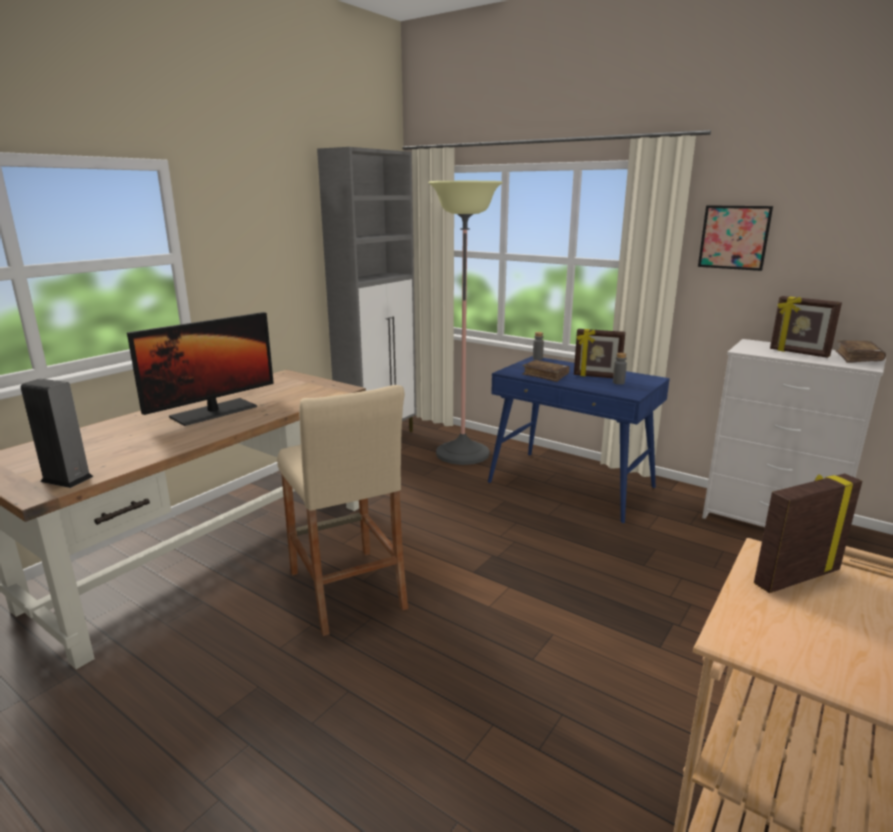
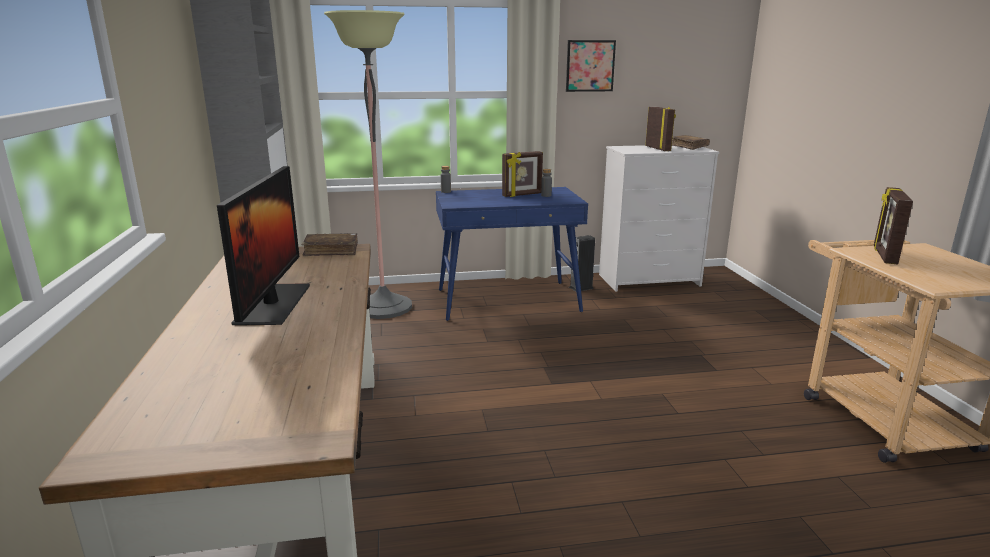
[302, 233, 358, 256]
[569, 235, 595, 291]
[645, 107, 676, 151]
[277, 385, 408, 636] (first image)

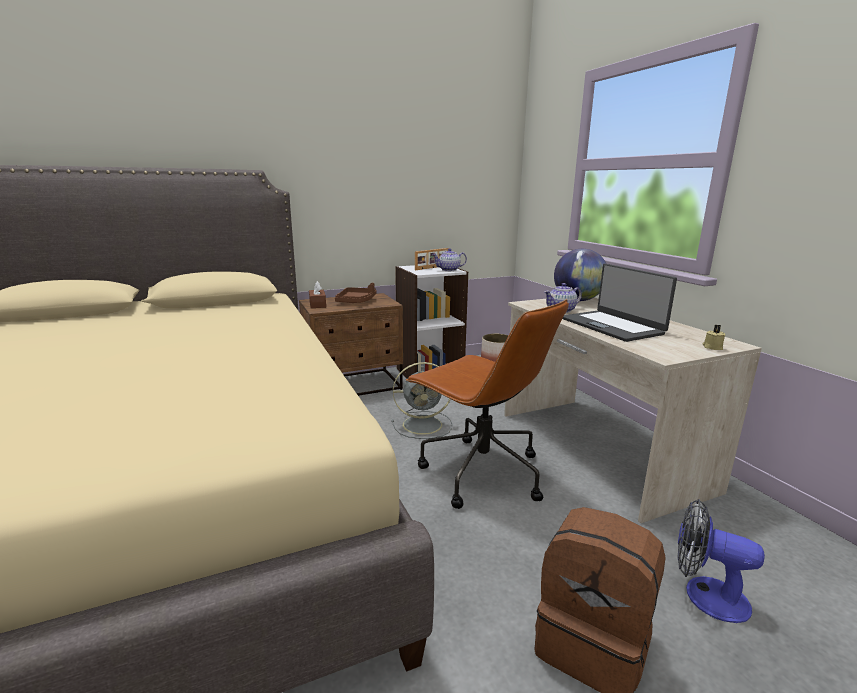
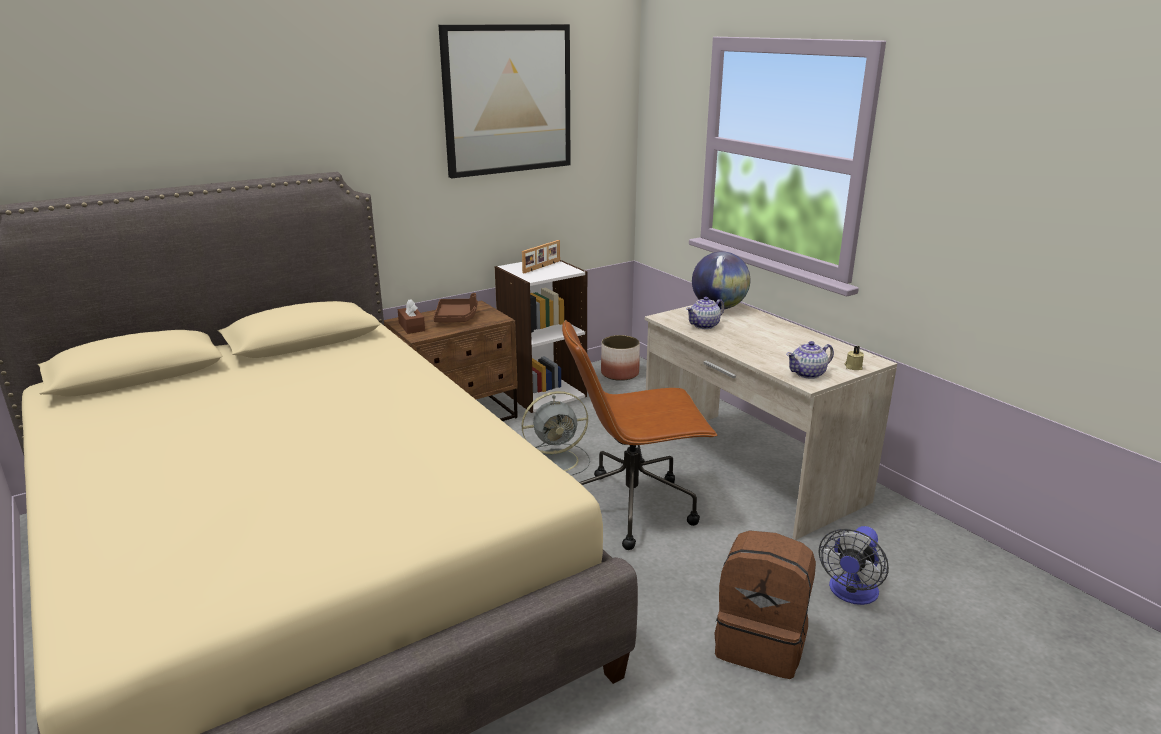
[438, 24, 570, 178]
[562, 320, 718, 550]
[786, 341, 834, 379]
[819, 526, 889, 605]
[562, 264, 677, 342] (first image)

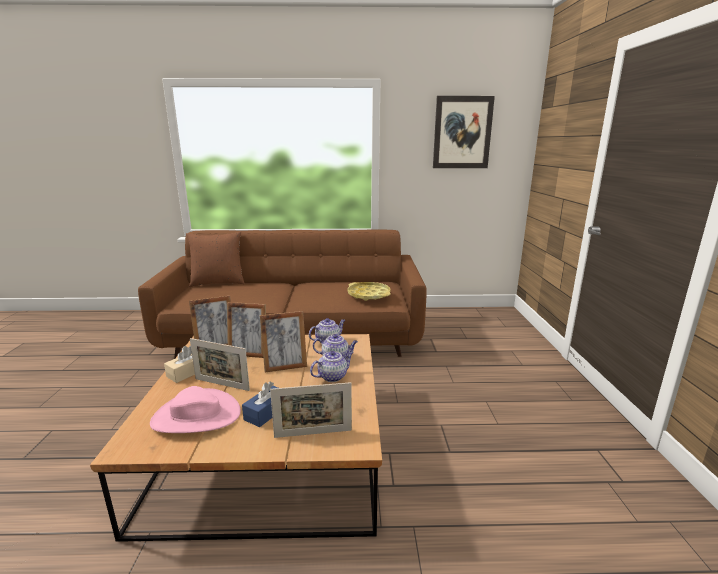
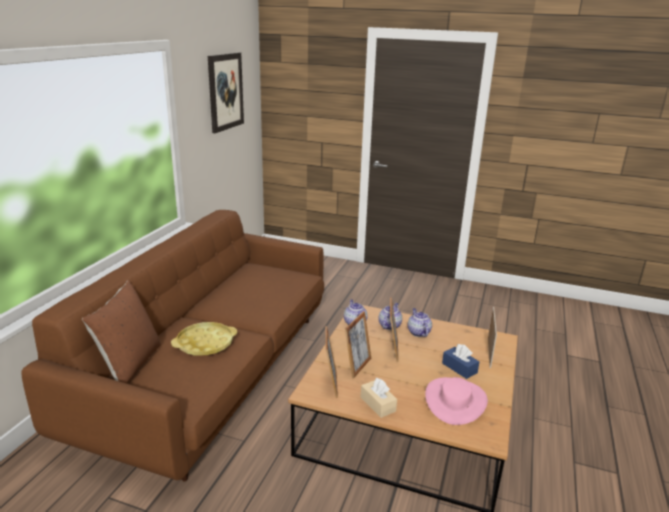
[171, 322, 238, 356]
[190, 338, 250, 391] (first image)

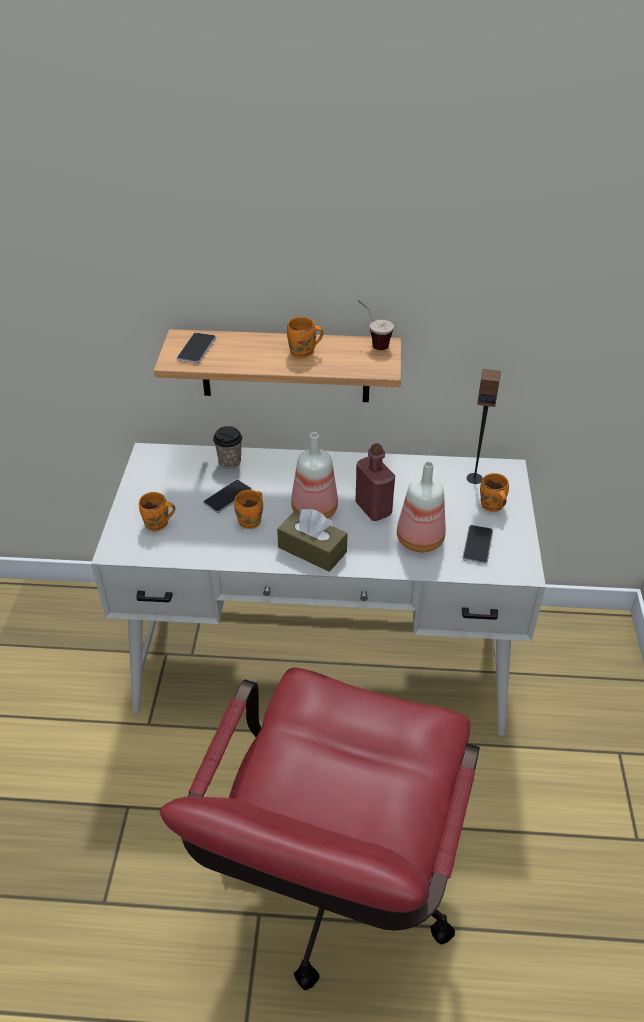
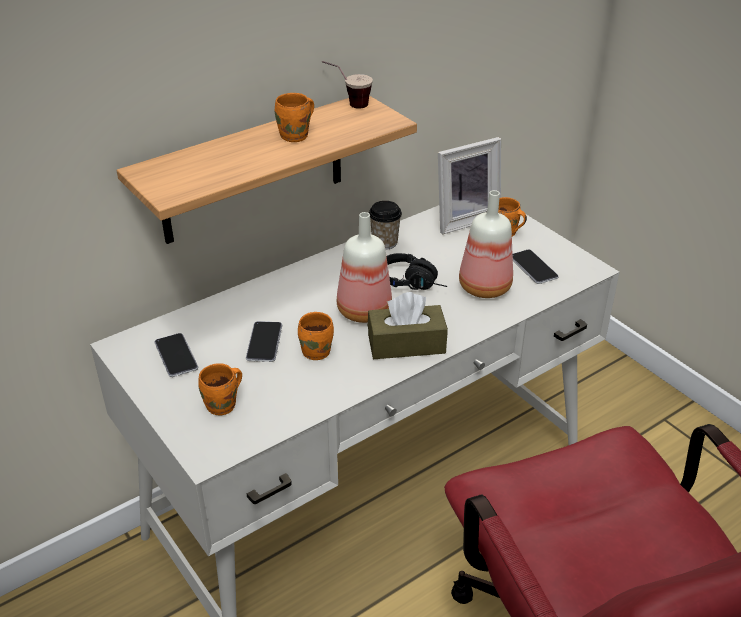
[155, 333, 198, 377]
[369, 201, 402, 250]
[386, 253, 447, 290]
[438, 137, 501, 234]

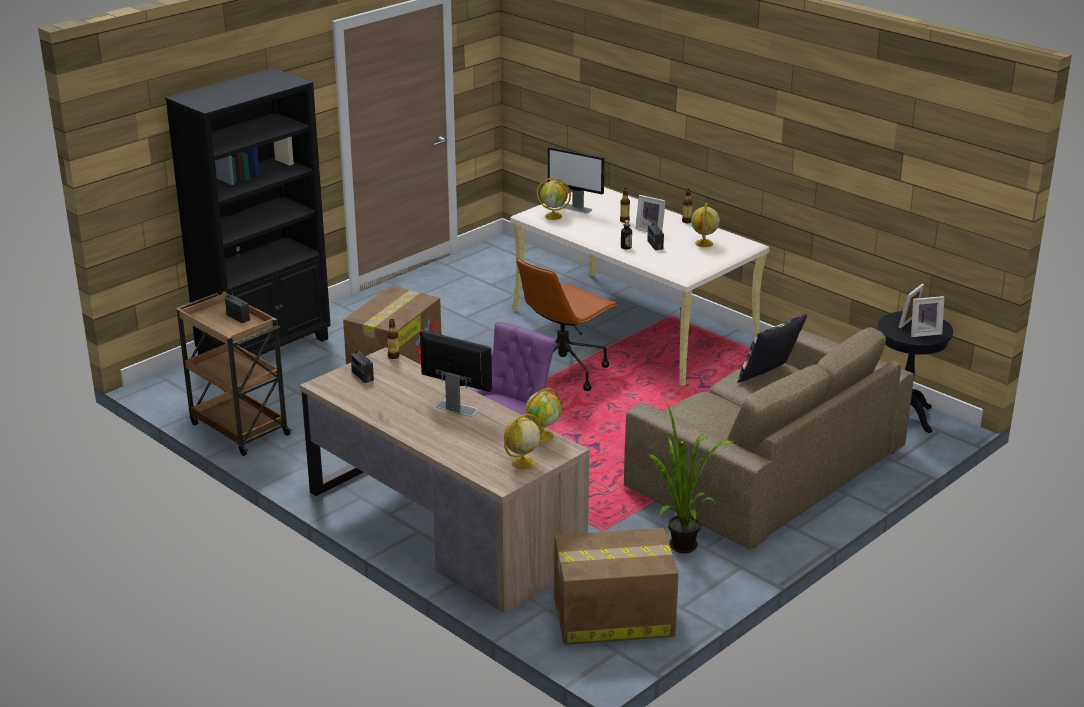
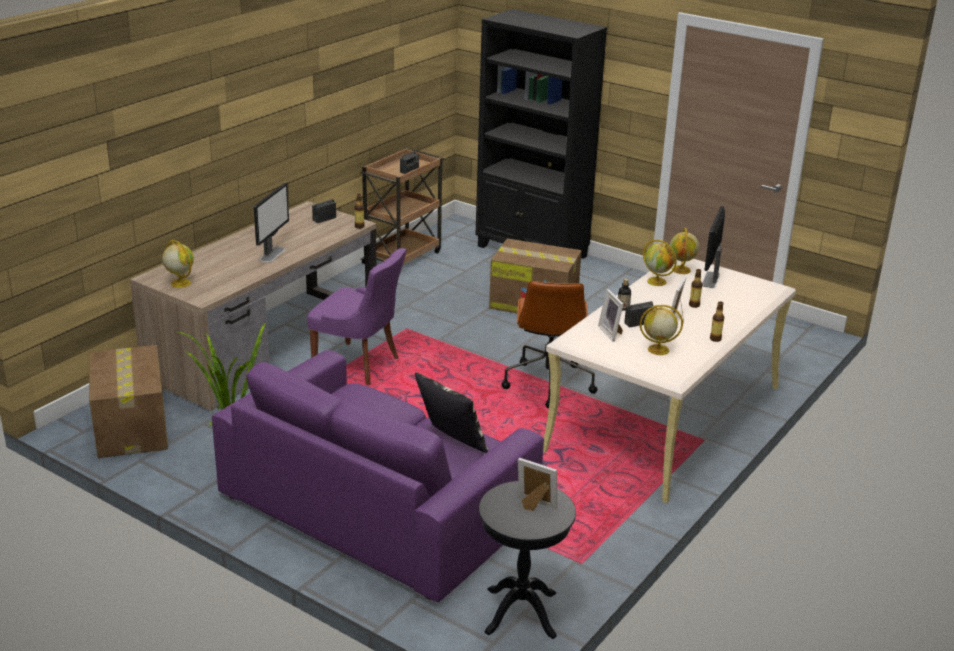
[212, 350, 544, 602]
[502, 281, 598, 409]
[598, 289, 624, 342]
[643, 240, 677, 286]

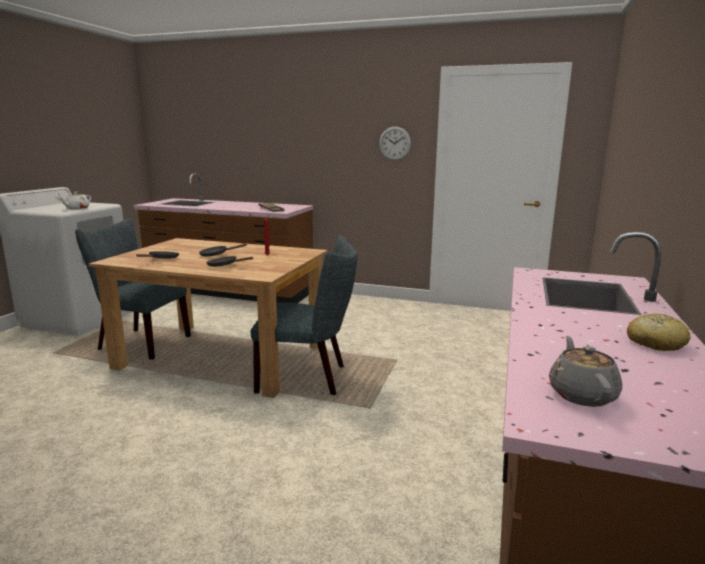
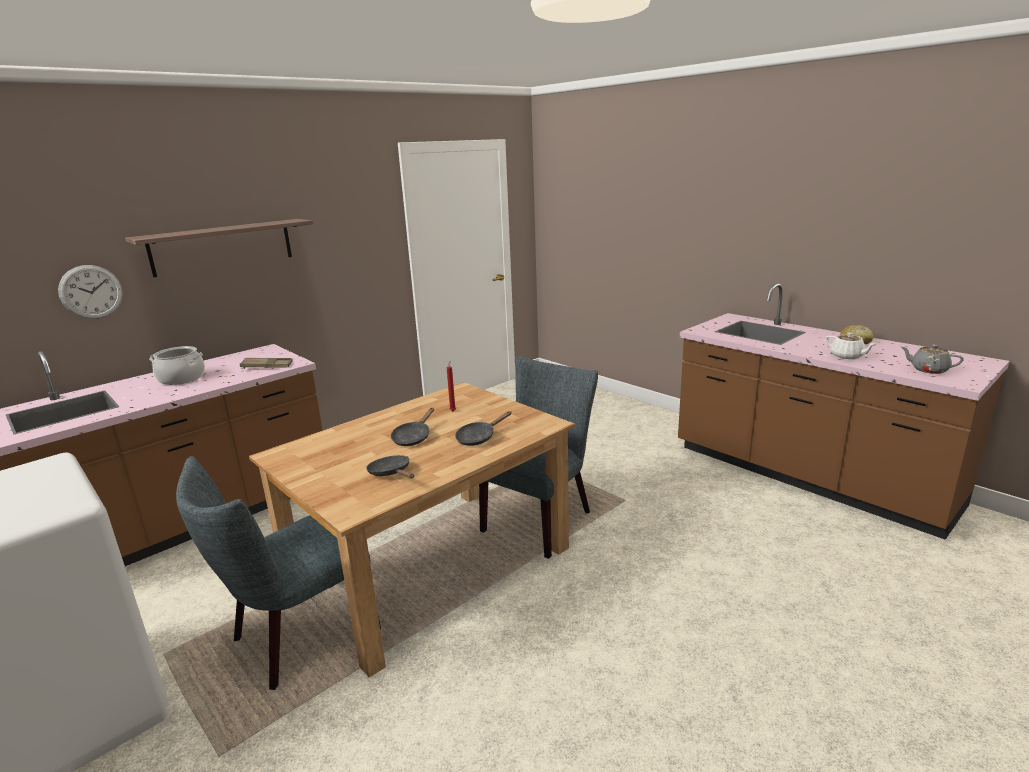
[58, 265, 123, 319]
[125, 219, 313, 277]
[149, 346, 205, 385]
[826, 332, 877, 359]

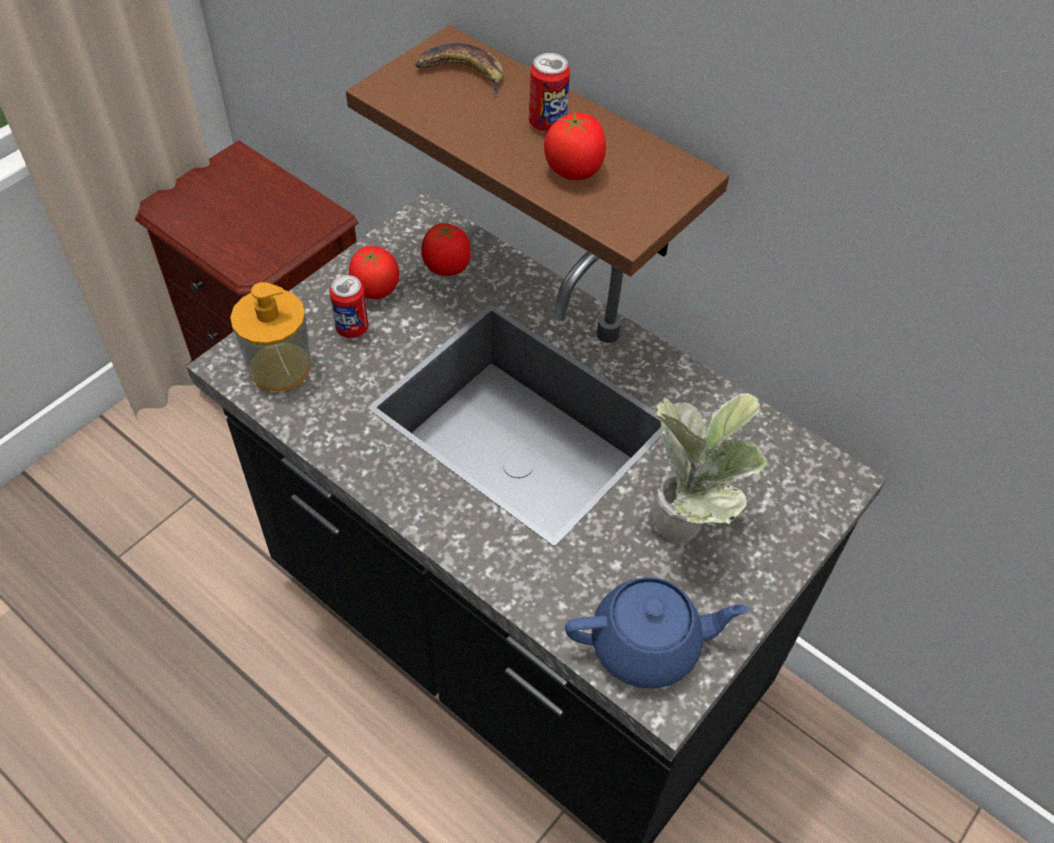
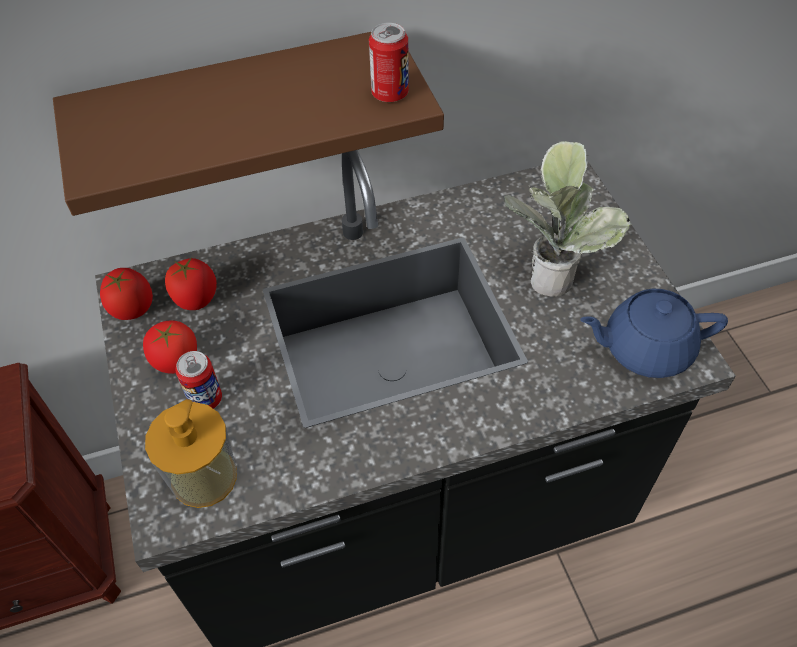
[100, 268, 153, 320]
[369, 23, 409, 102]
[580, 289, 728, 378]
[415, 43, 504, 97] (first image)

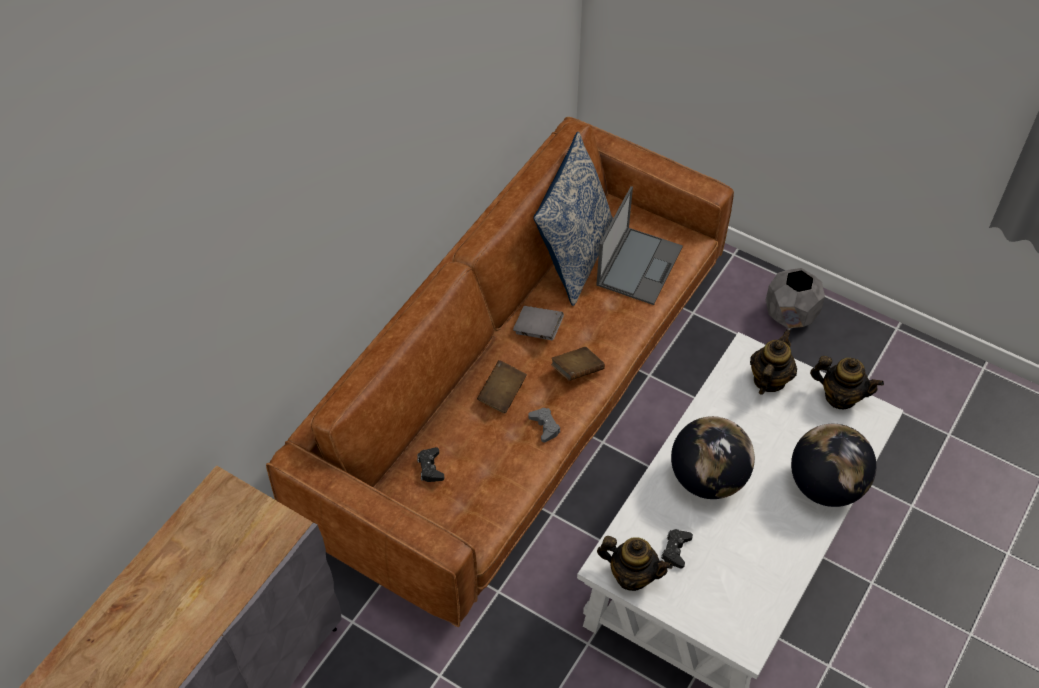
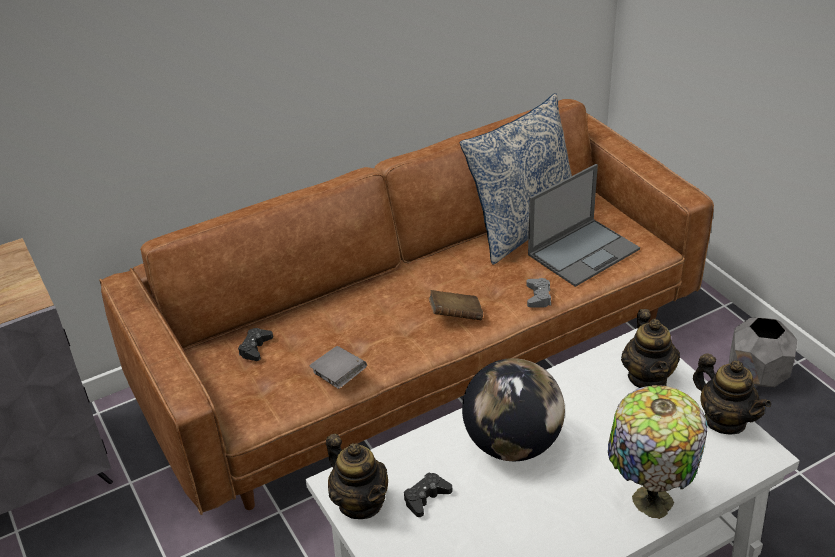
[310, 346, 367, 389]
[526, 278, 551, 308]
[608, 385, 707, 519]
[621, 309, 680, 388]
[477, 360, 527, 414] (first image)

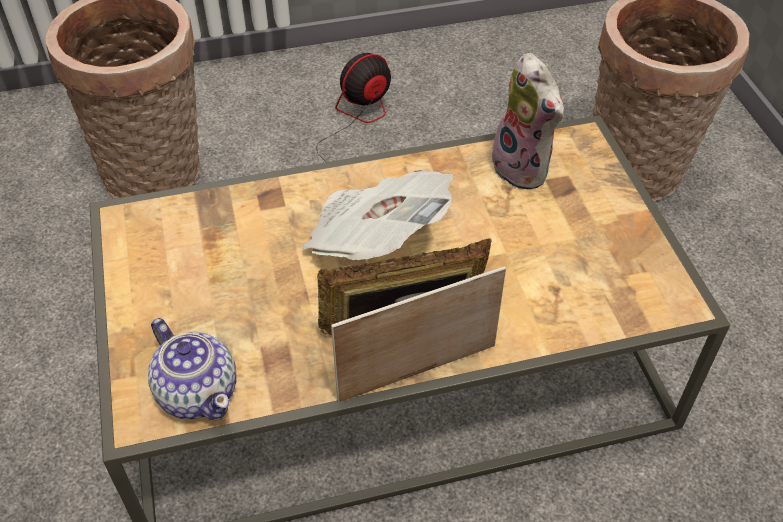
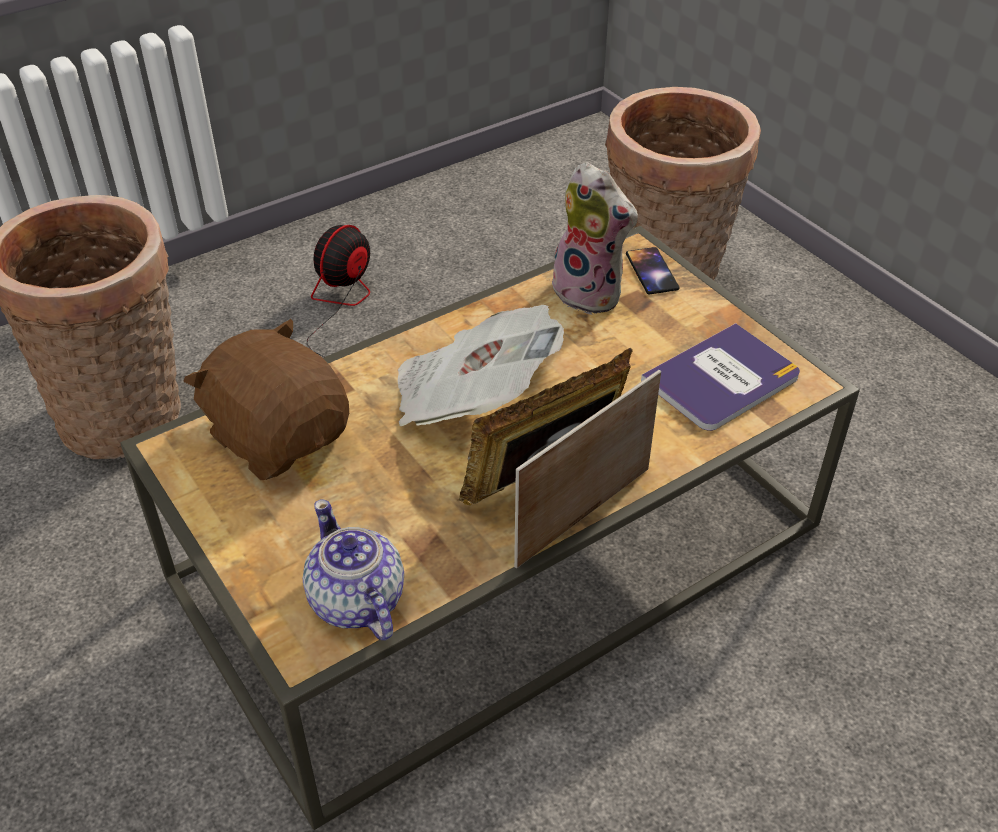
[183, 319, 349, 480]
[303, 499, 404, 641]
[626, 247, 679, 294]
[641, 323, 800, 431]

